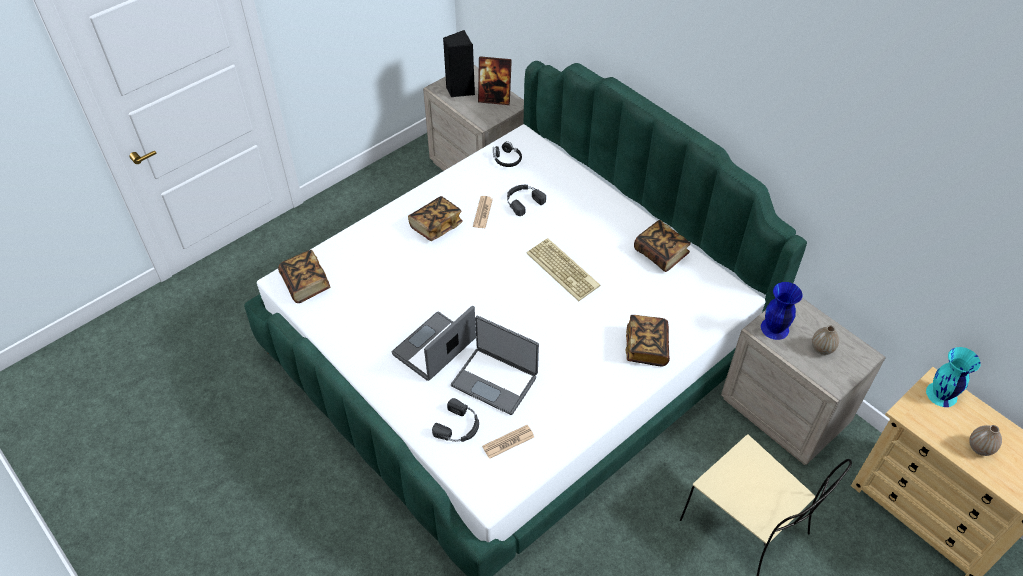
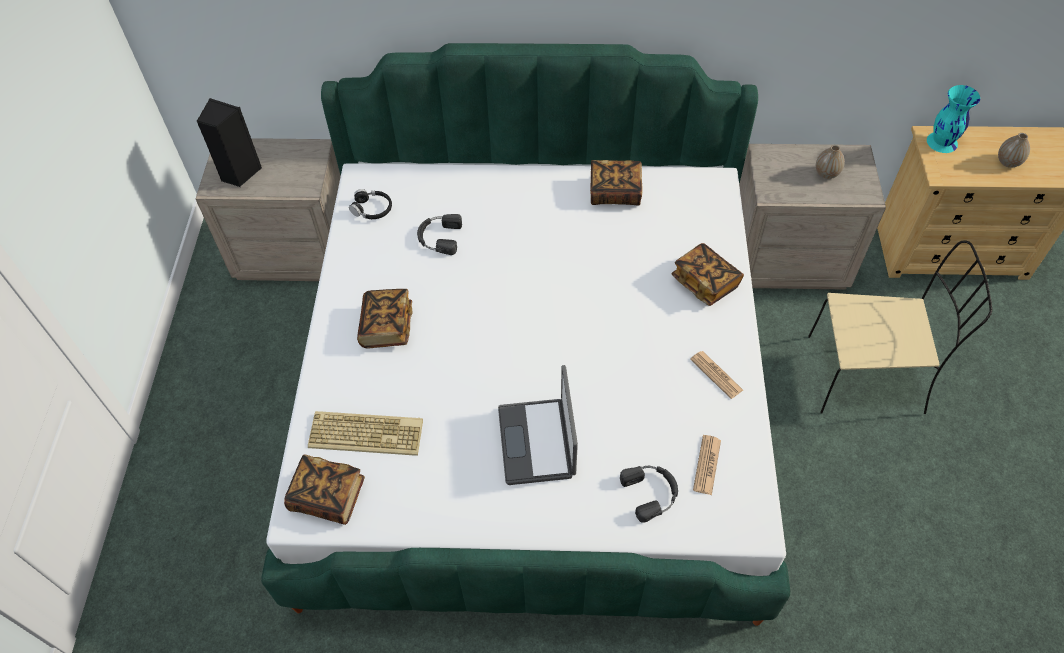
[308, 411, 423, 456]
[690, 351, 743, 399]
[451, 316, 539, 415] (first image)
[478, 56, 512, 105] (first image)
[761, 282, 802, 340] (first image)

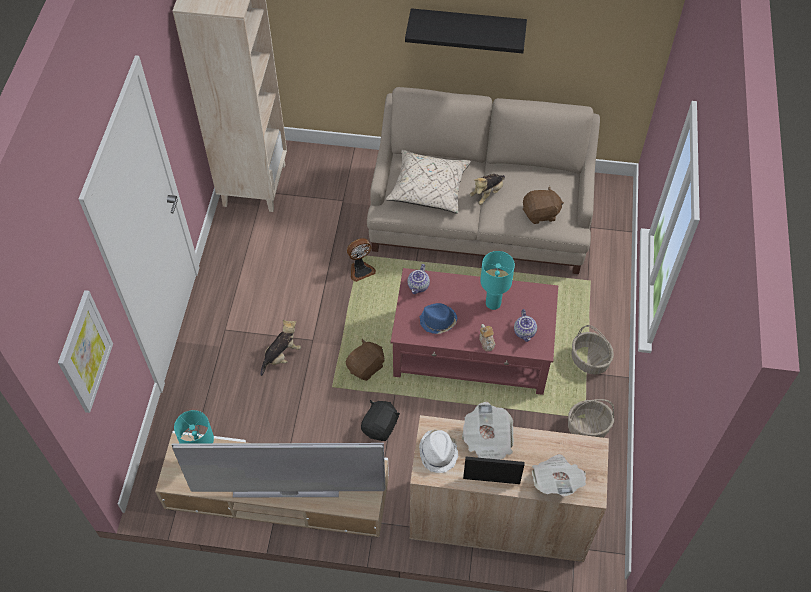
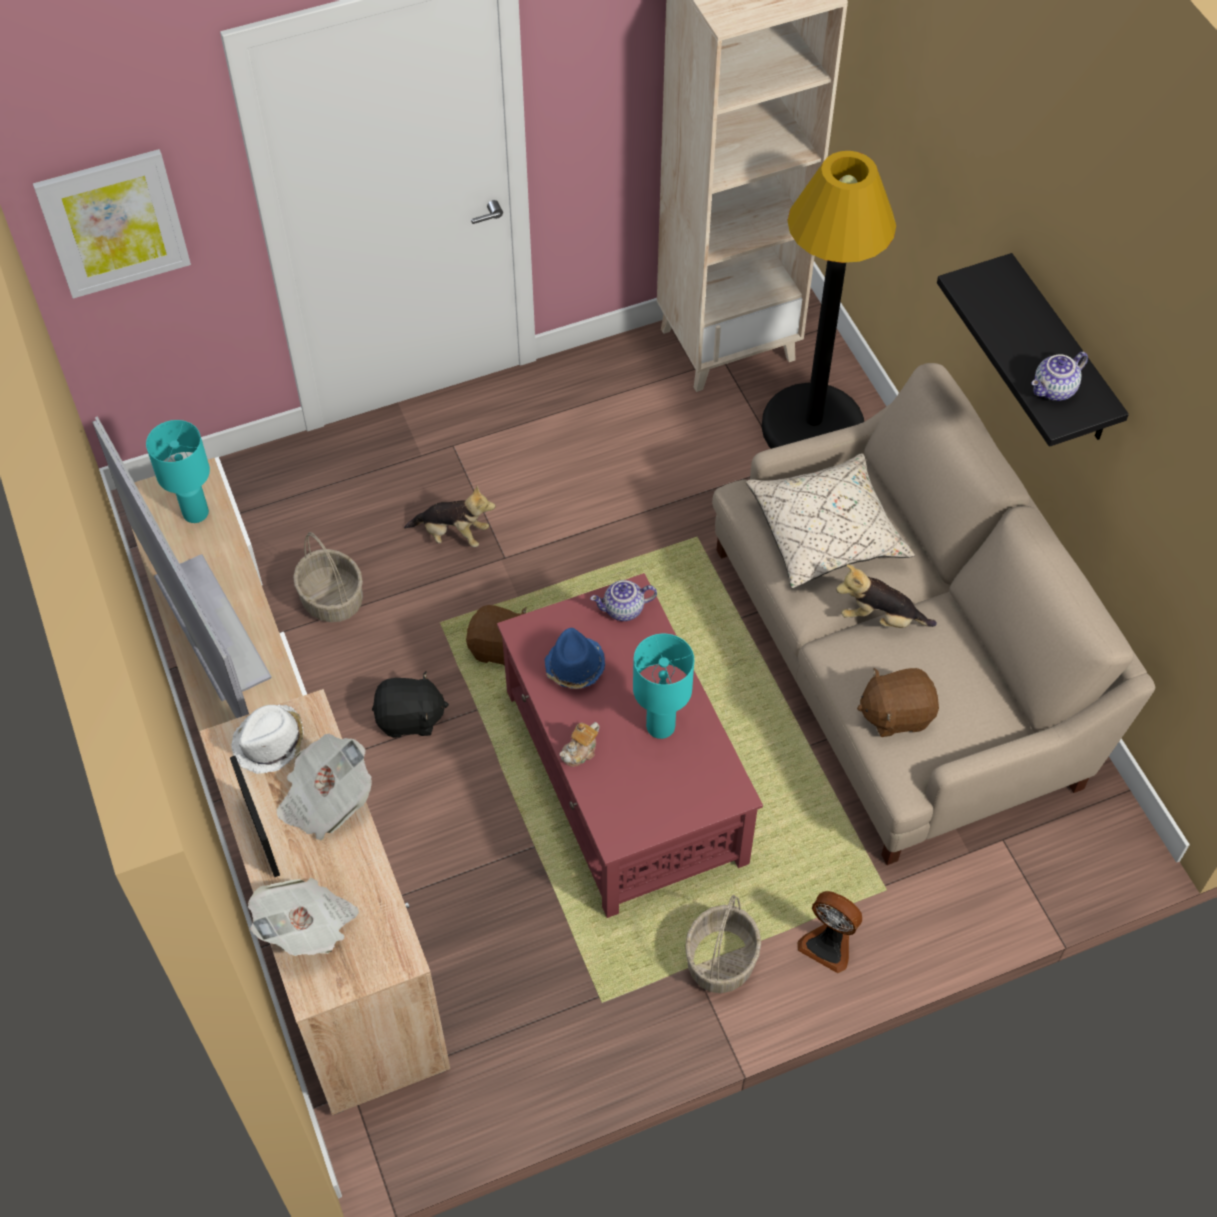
[293, 532, 363, 622]
[762, 151, 896, 449]
[797, 891, 862, 973]
[857, 668, 939, 737]
[1031, 351, 1088, 401]

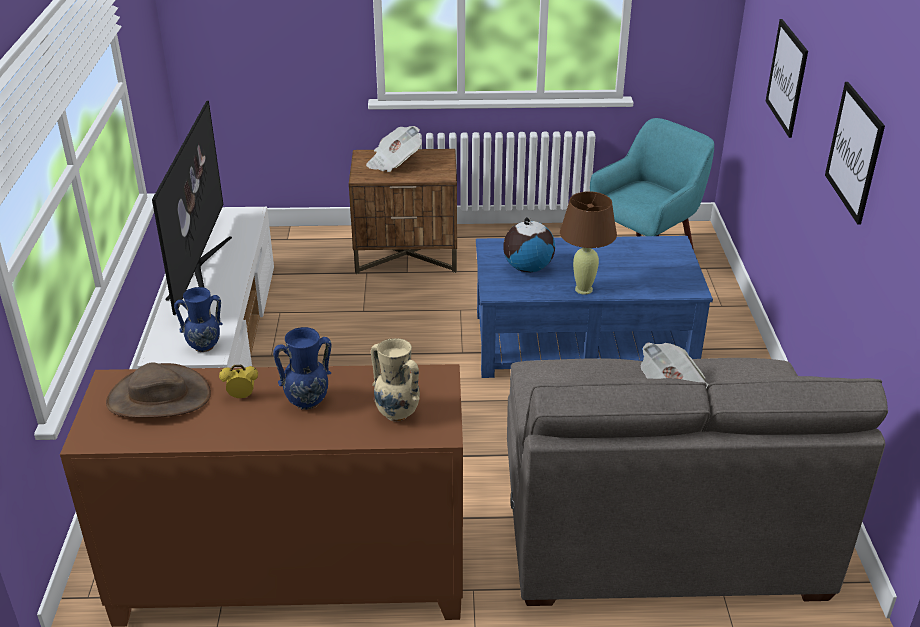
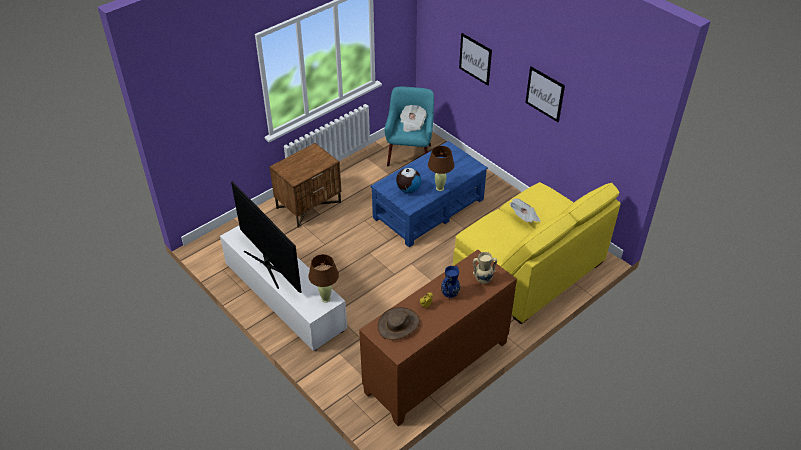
[308, 254, 339, 303]
[400, 105, 427, 132]
[453, 182, 621, 324]

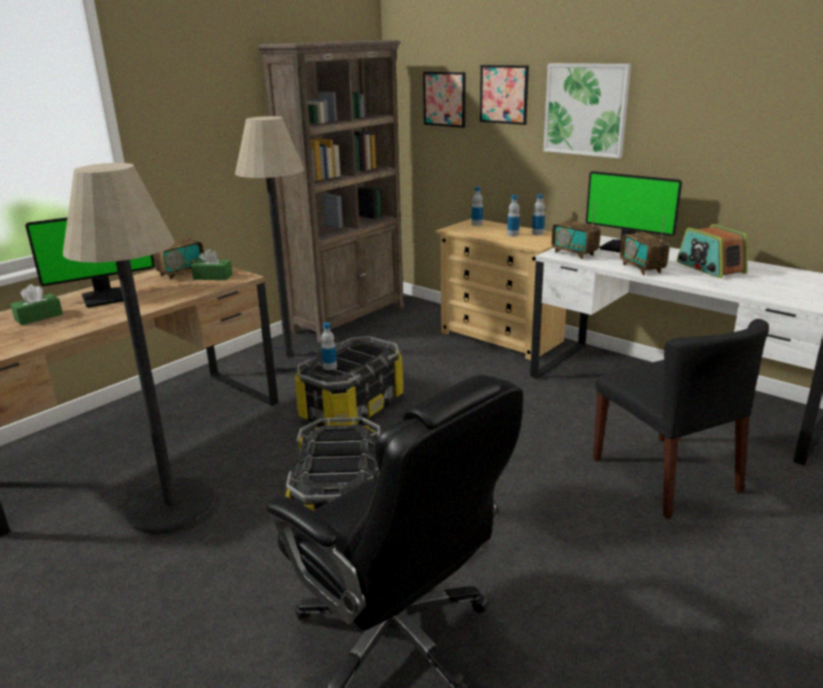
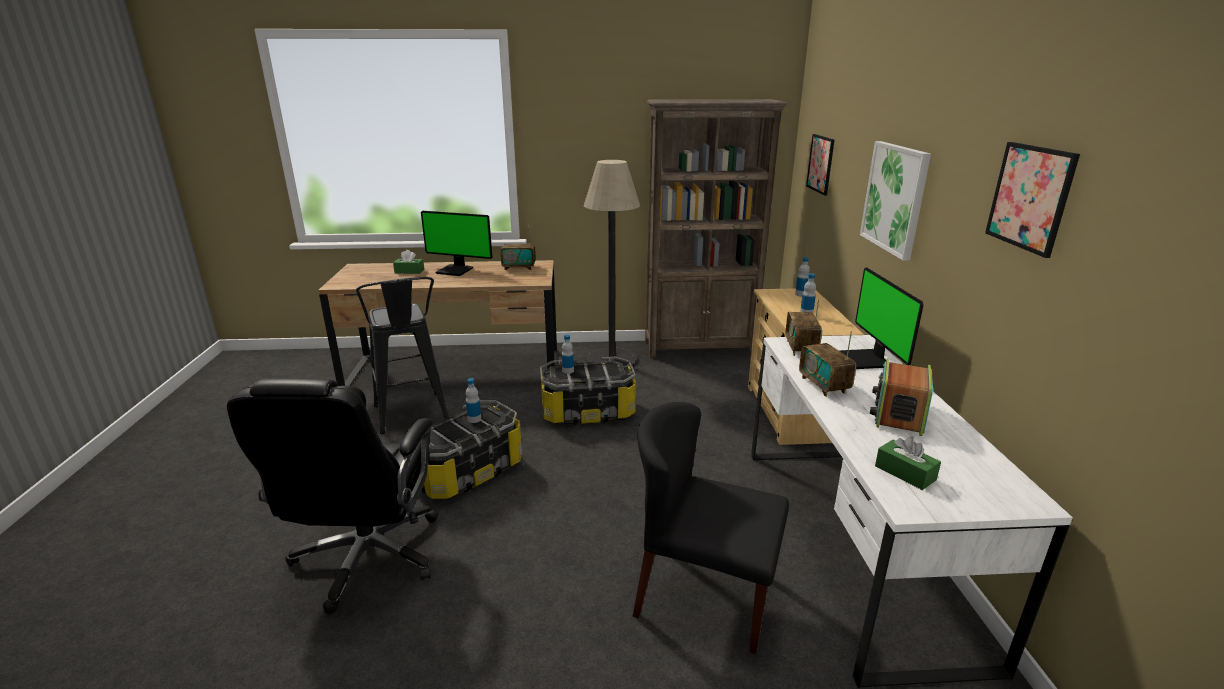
[356, 277, 449, 434]
[466, 378, 482, 423]
[633, 402, 789, 654]
[799, 331, 856, 397]
[875, 436, 941, 490]
[985, 142, 1080, 258]

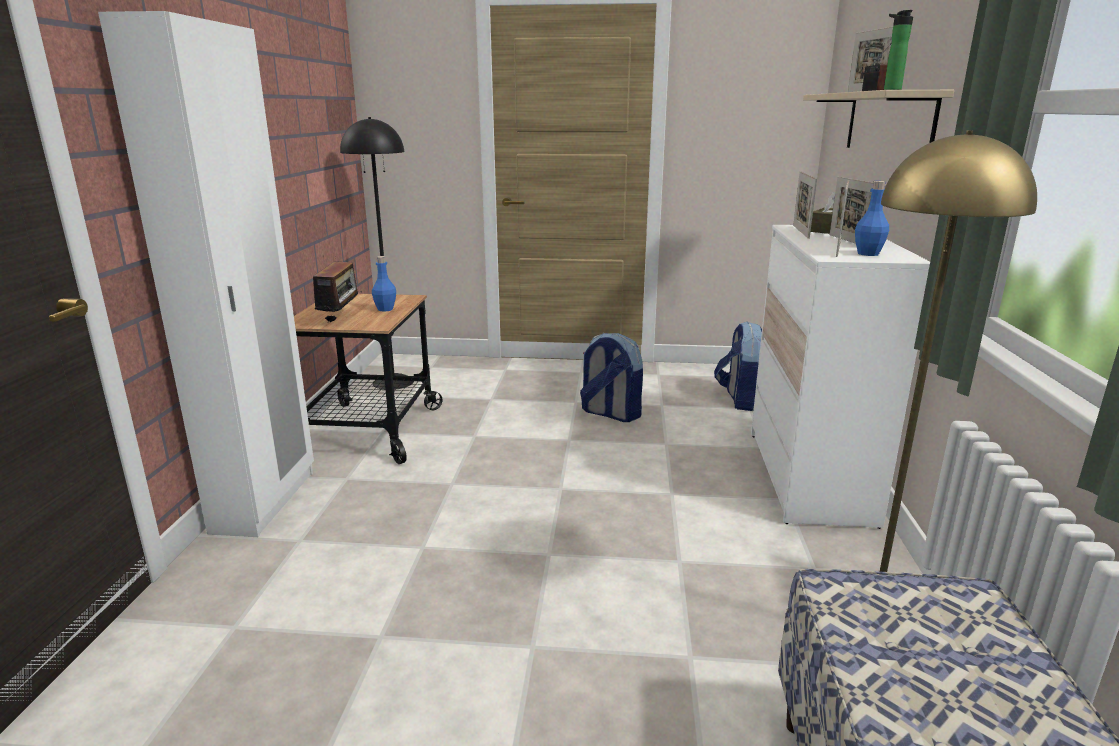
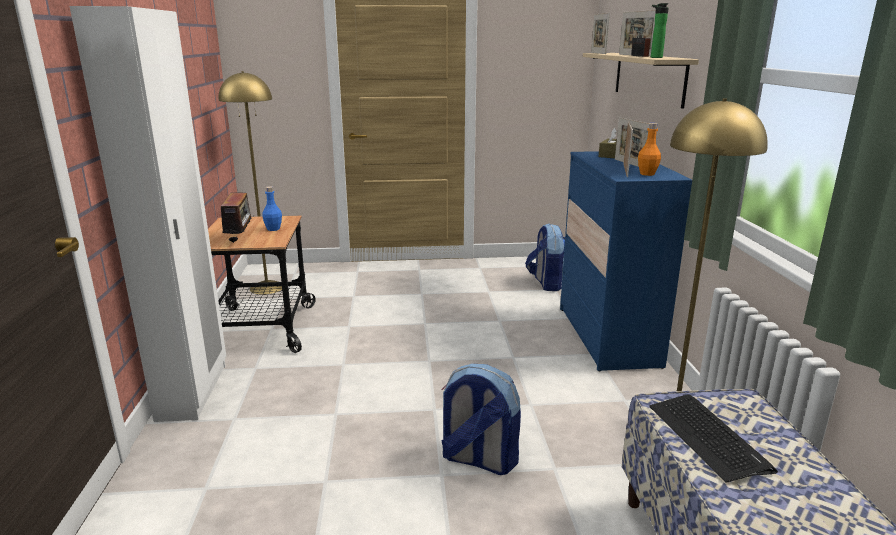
[219, 71, 282, 295]
[442, 364, 521, 475]
[560, 151, 692, 372]
[591, 13, 610, 54]
[638, 123, 661, 176]
[649, 394, 778, 483]

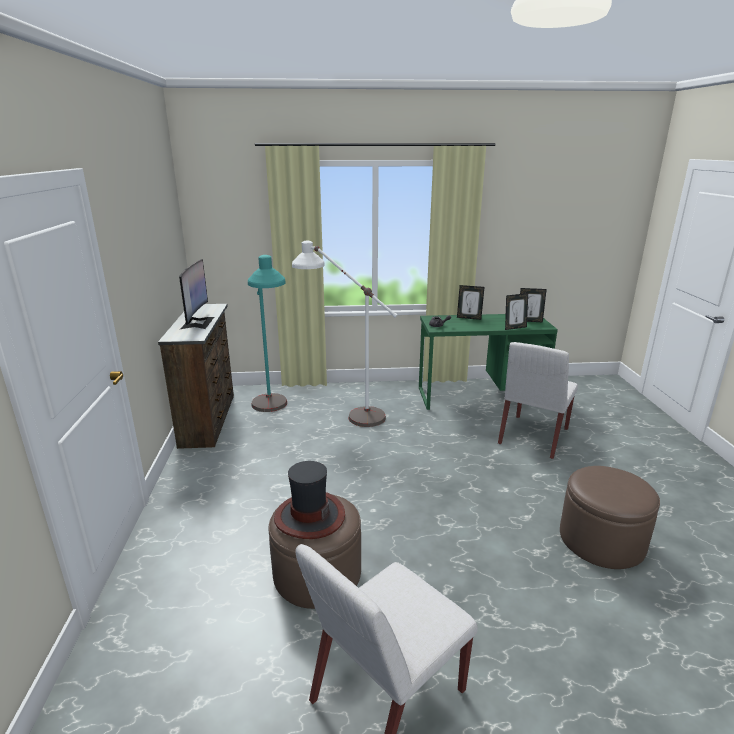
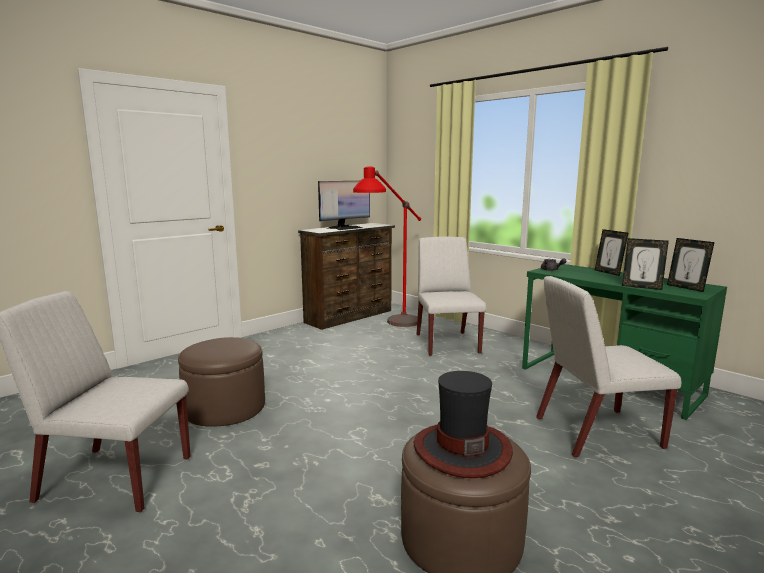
[353, 166, 421, 327]
[414, 371, 513, 478]
[417, 236, 486, 356]

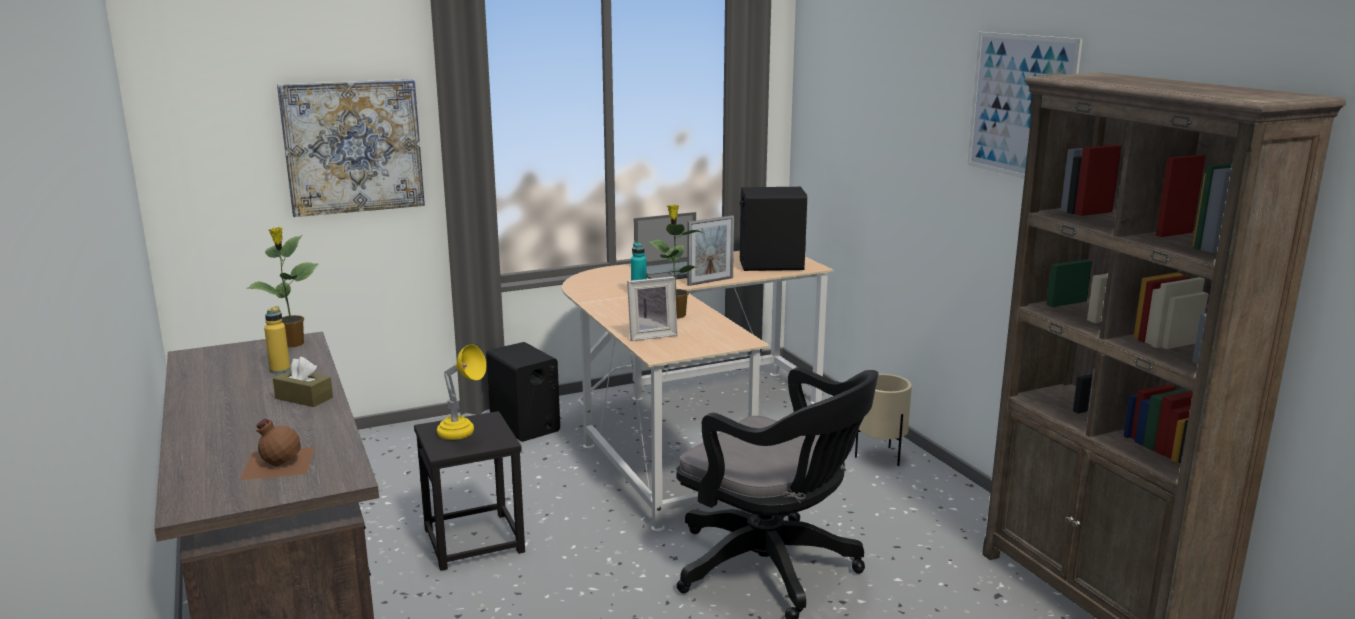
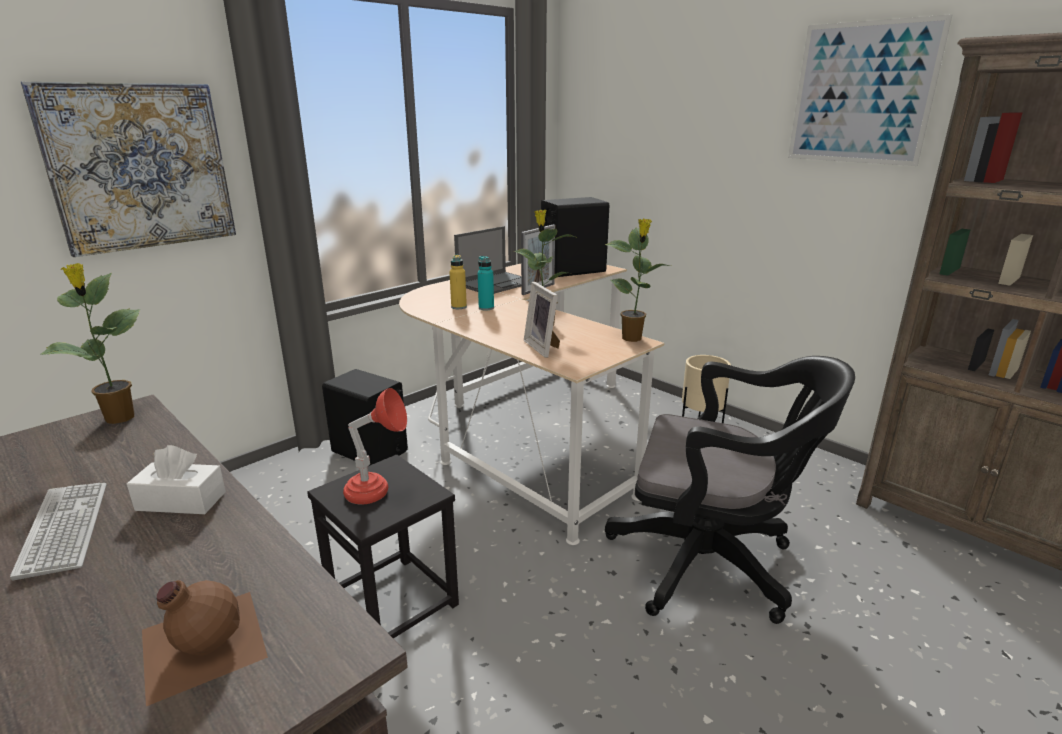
[10, 483, 107, 580]
[127, 445, 226, 514]
[343, 388, 407, 504]
[449, 255, 467, 309]
[524, 282, 560, 358]
[605, 218, 671, 342]

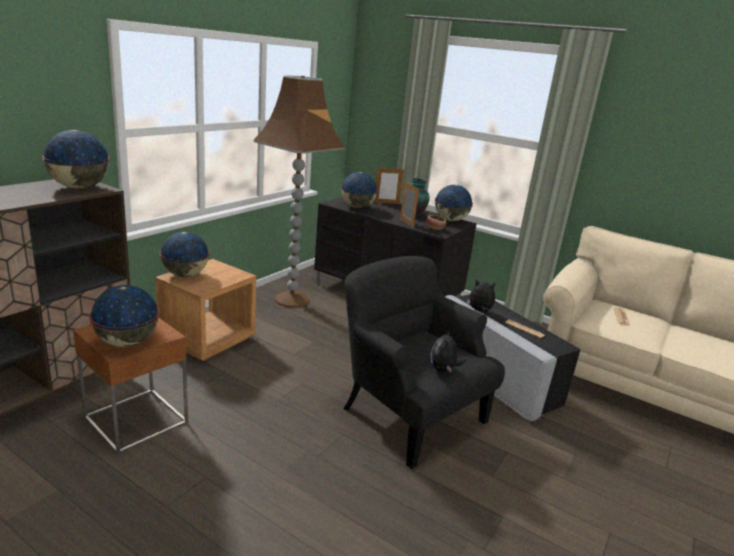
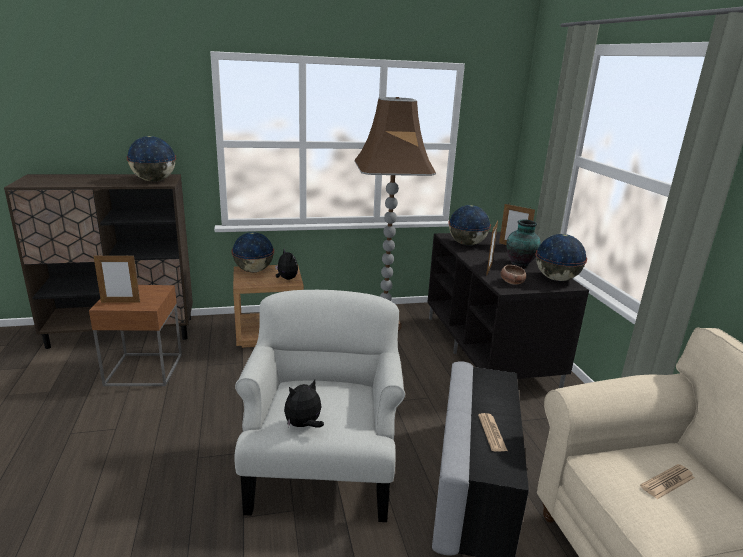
[93, 254, 140, 303]
[234, 290, 405, 522]
[275, 249, 298, 280]

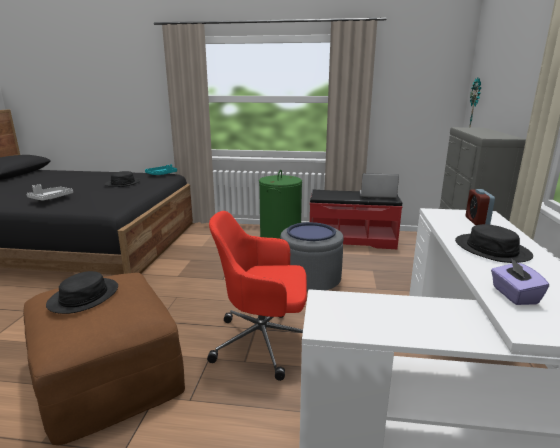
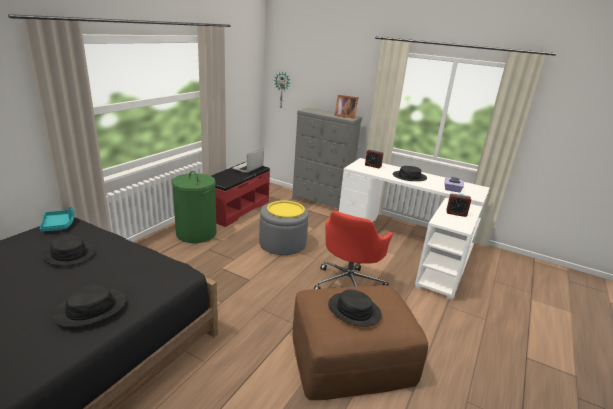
[53, 284, 126, 327]
[267, 200, 305, 218]
[334, 95, 358, 119]
[447, 193, 471, 217]

